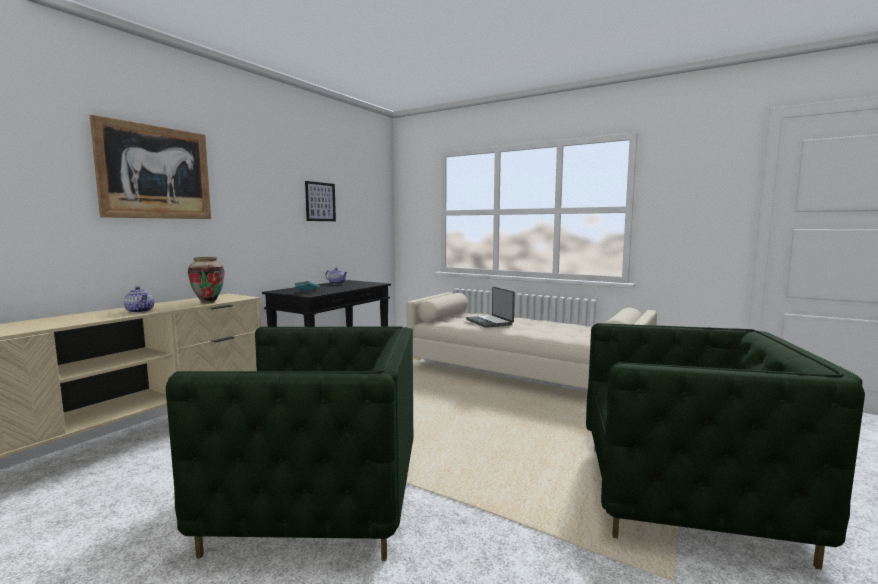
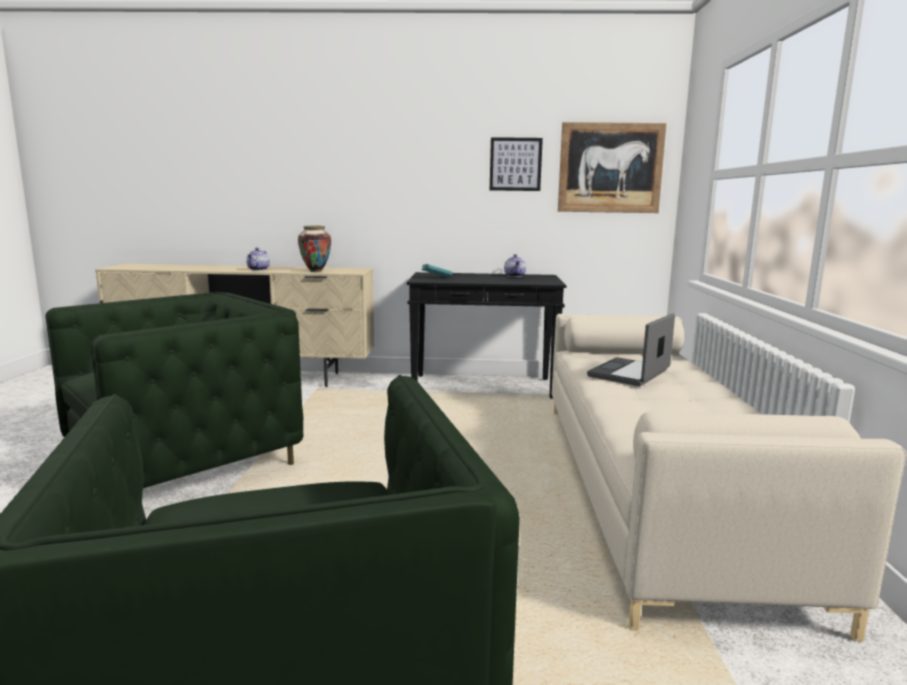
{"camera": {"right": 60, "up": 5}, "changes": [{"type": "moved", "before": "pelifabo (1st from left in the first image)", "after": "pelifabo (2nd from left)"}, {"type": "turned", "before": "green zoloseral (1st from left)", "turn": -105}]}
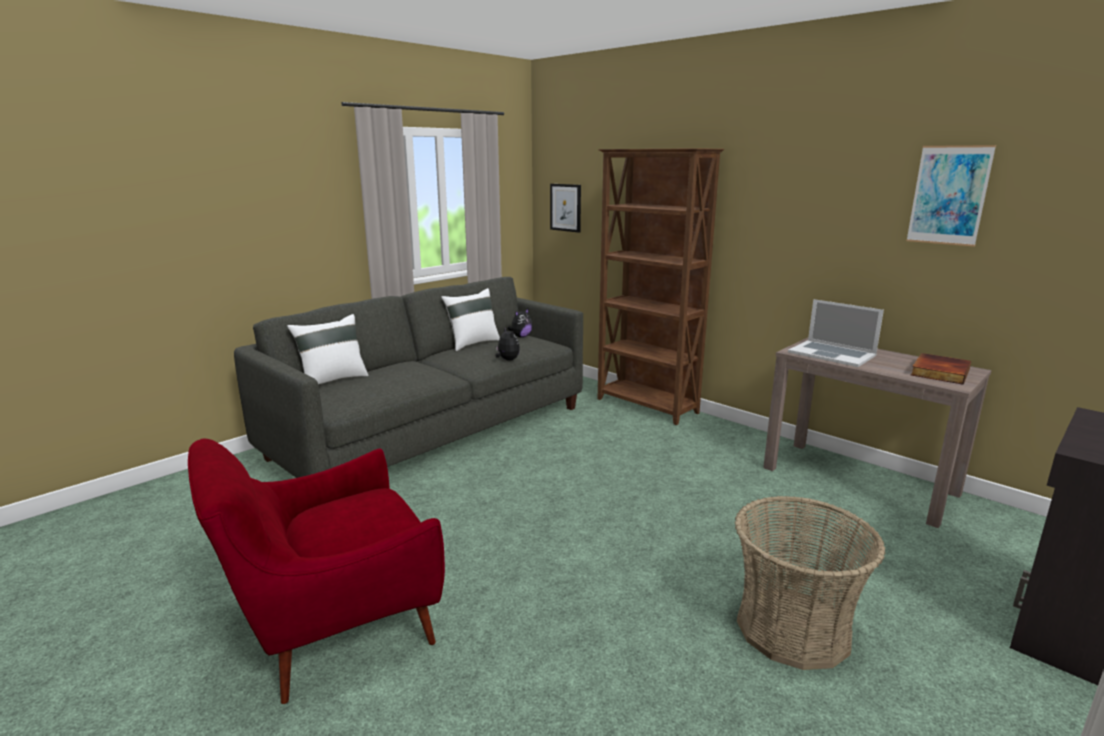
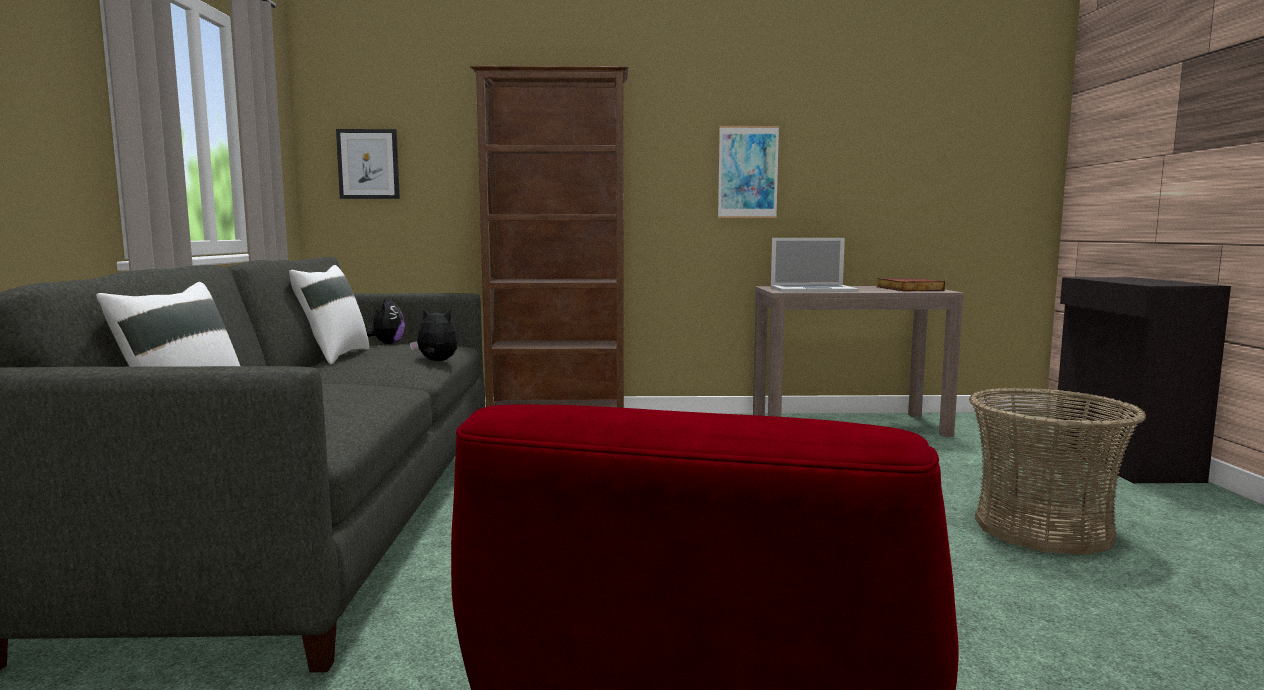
{"camera": {"right": -45, "up": -10}, "changes": [{"type": "moved", "before": "pelifabo (2nd from left)"}]}
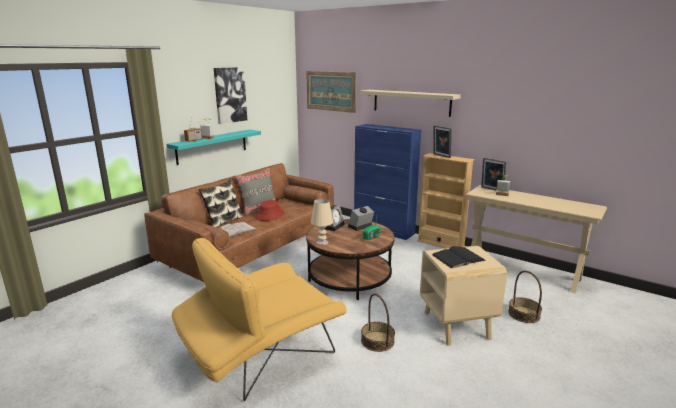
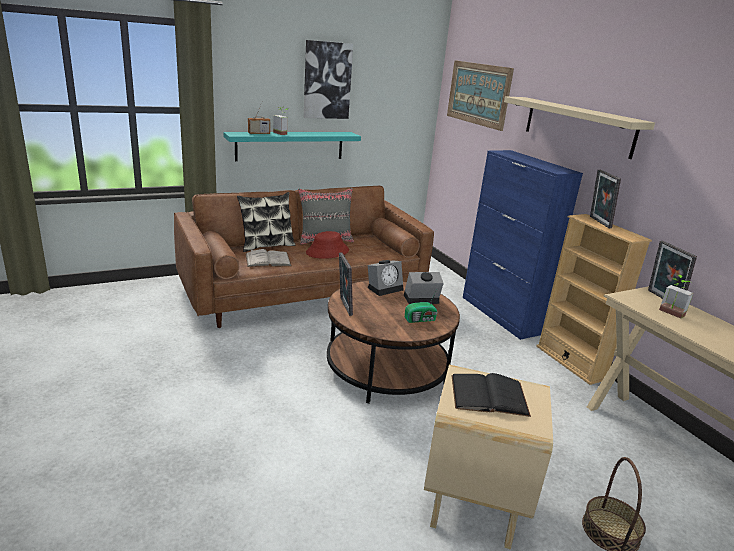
{"camera": {"right": 25, "up": 5}, "changes": [{"type": "removed", "before": "yellow zoloseral"}, {"type": "removed", "before": "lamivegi (1st from left)"}, {"type": "replaced", "before": "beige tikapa", "after": "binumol (1st from left)"}]}
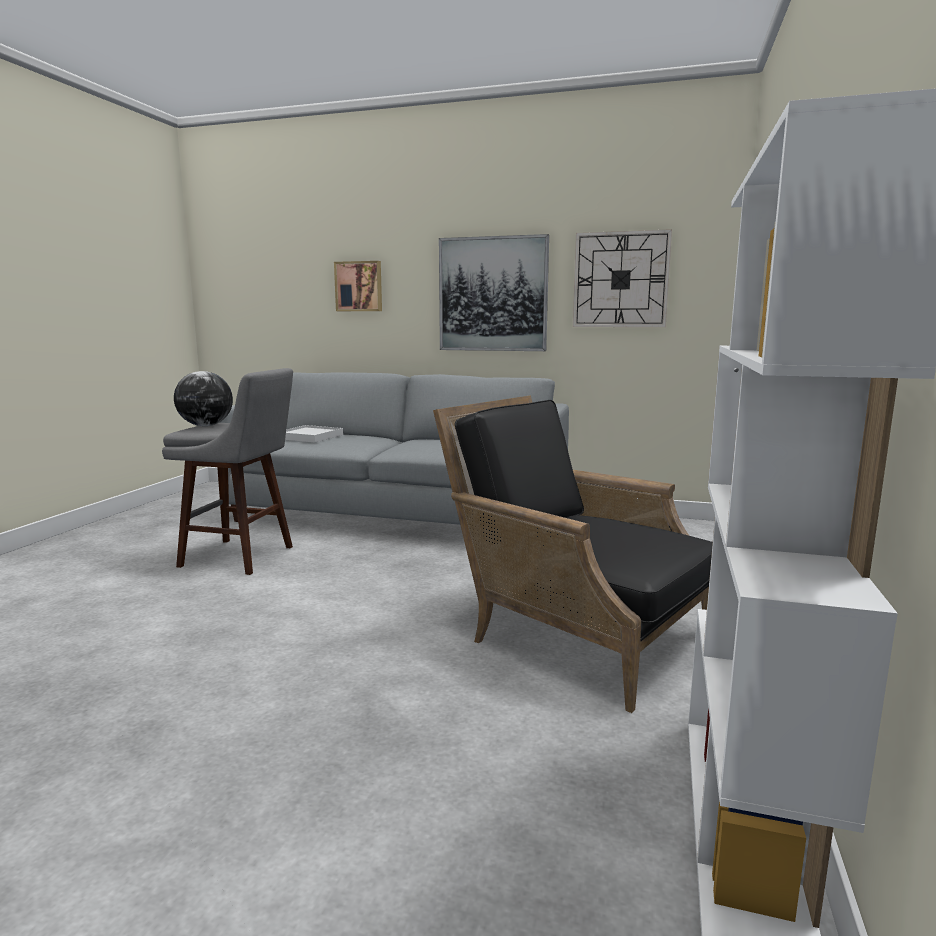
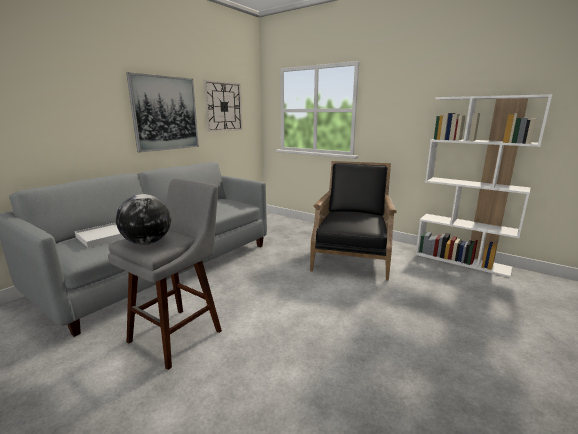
{"camera": {"right": -70, "up": 5}, "changes": [{"type": "removed", "before": "pelifabo (1st from left)"}, {"type": "turned", "before": "black zoloseral", "turn": 135}]}
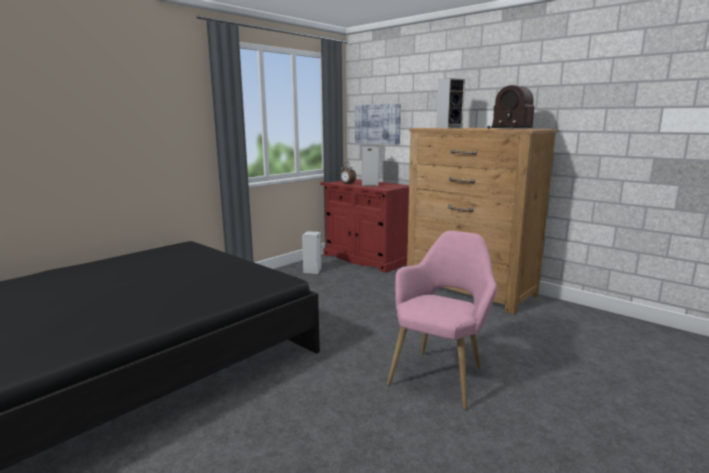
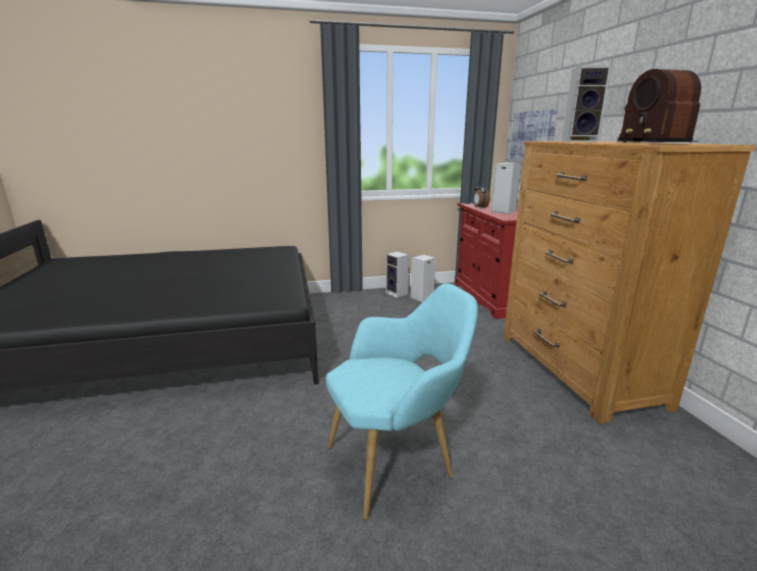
{"camera": {"right": 35, "up": 5}, "changes": [{"type": "added", "after": "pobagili (1st from left)"}, {"type": "recoloured", "before": "pink zoloseral", "after": "turquoise zoloseral"}]}
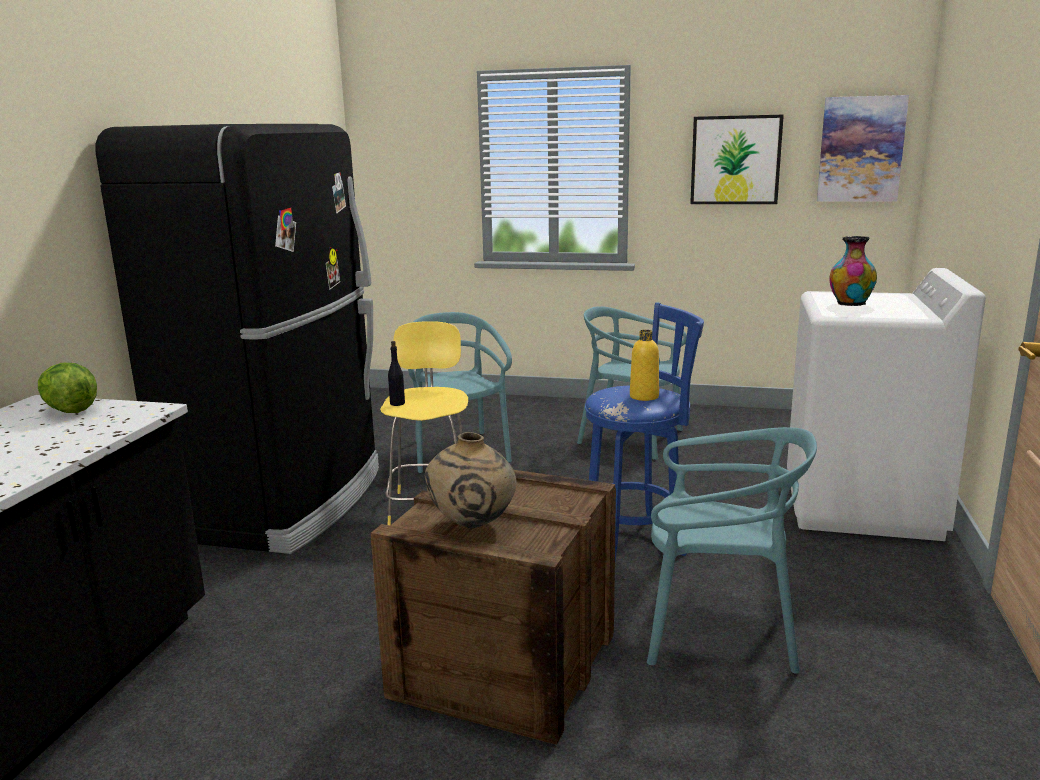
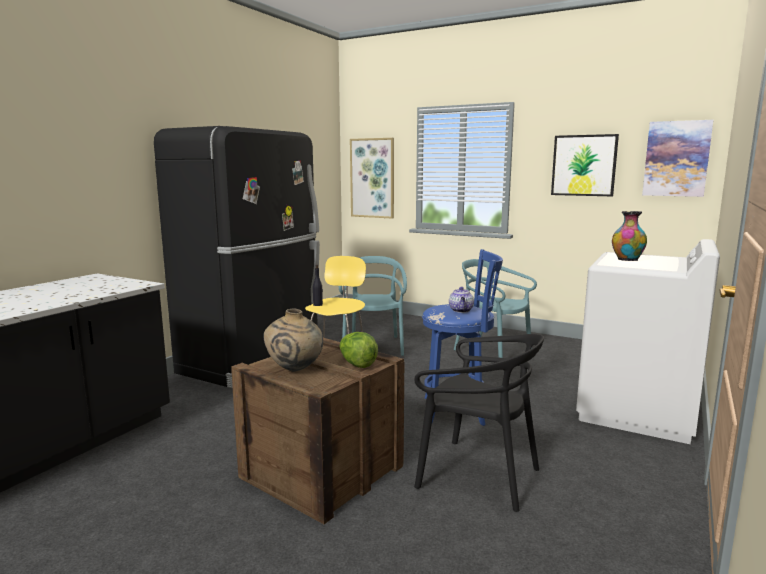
{"camera": {"right": 15, "up": -5}, "changes": [{"type": "added", "after": "pelifabo (1st from left)"}, {"type": "moved", "before": "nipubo"}, {"type": "replaced", "before": "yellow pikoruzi", "after": "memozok"}, {"type": "recoloured", "before": "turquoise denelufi (3rd from left)", "after": "black denelufi"}]}
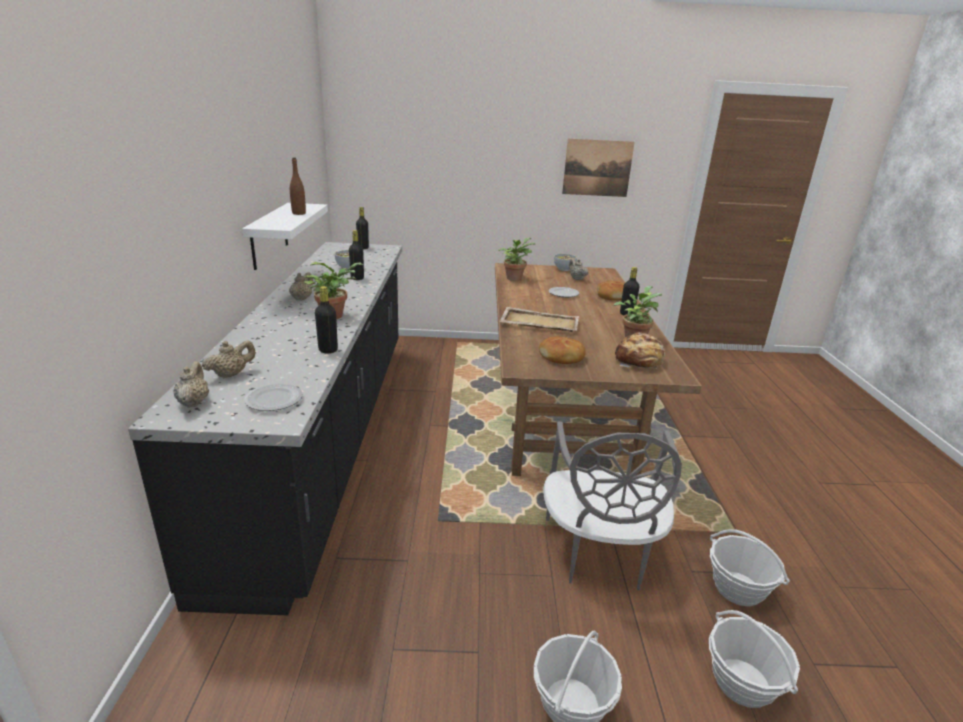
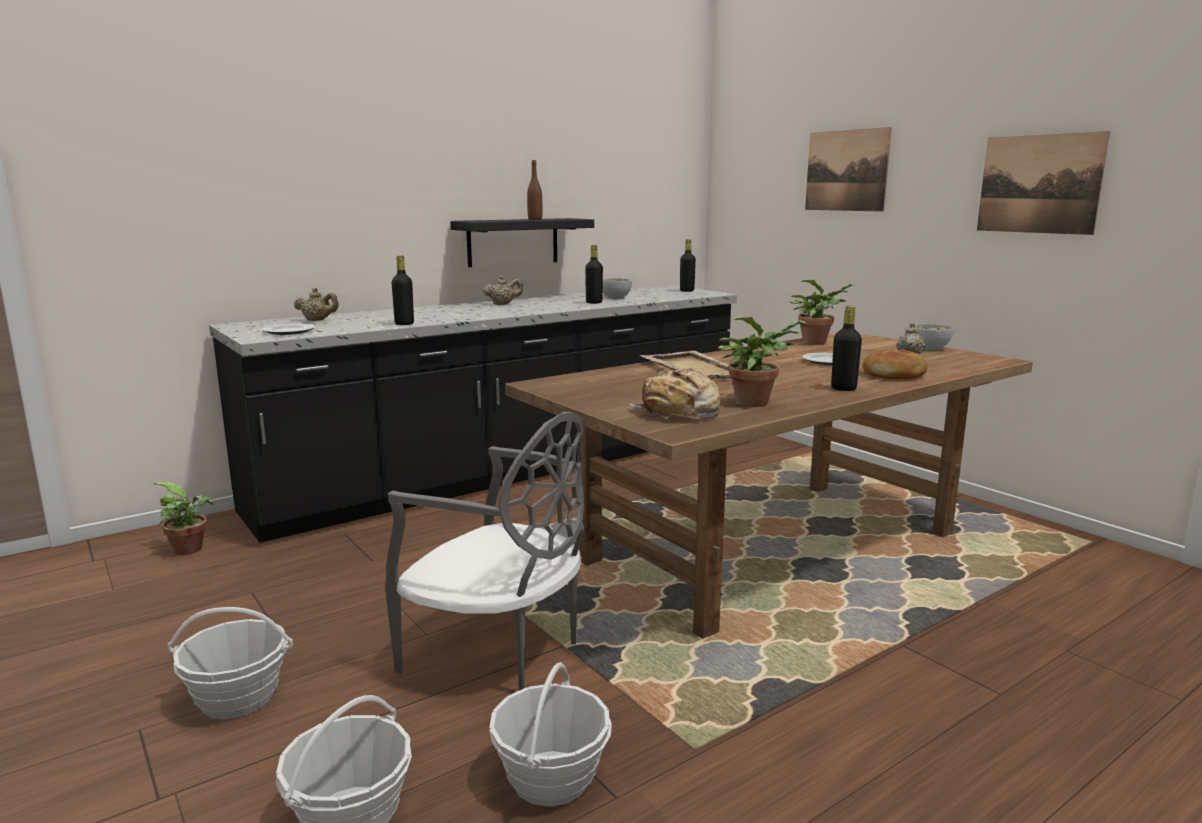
{"camera": {"right": 55, "up": -10}, "changes": [{"type": "removed", "before": "beige memozok (1st from left)"}, {"type": "removed", "before": "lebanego (1st from left)"}, {"type": "added", "after": "pelifabo (1st from left)"}, {"type": "moved", "before": "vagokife (1st from left)"}, {"type": "recoloured", "before": "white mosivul", "after": "black mosivul"}, {"type": "turned", "before": "grey denelufi", "turn": -120}]}
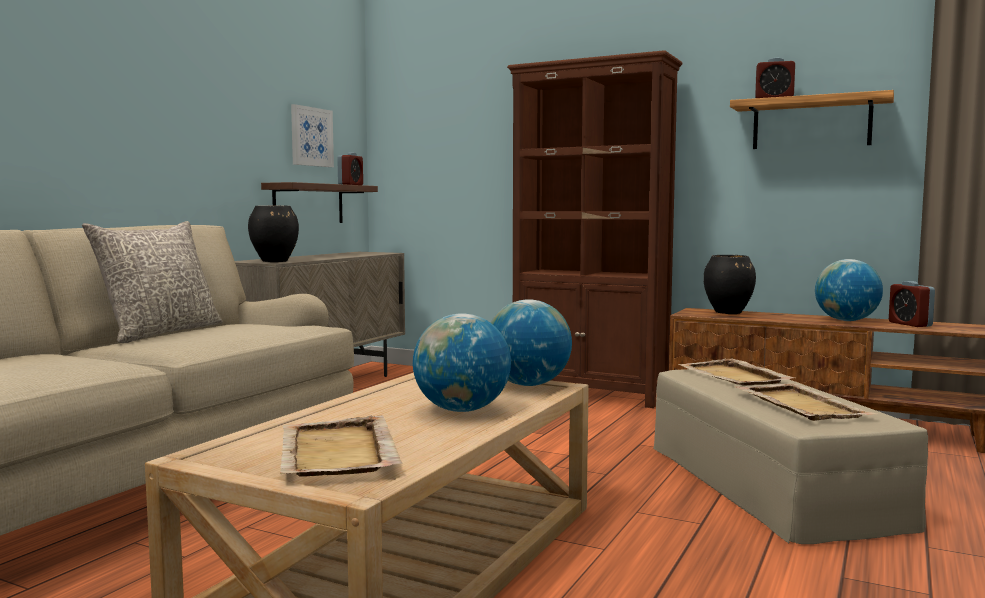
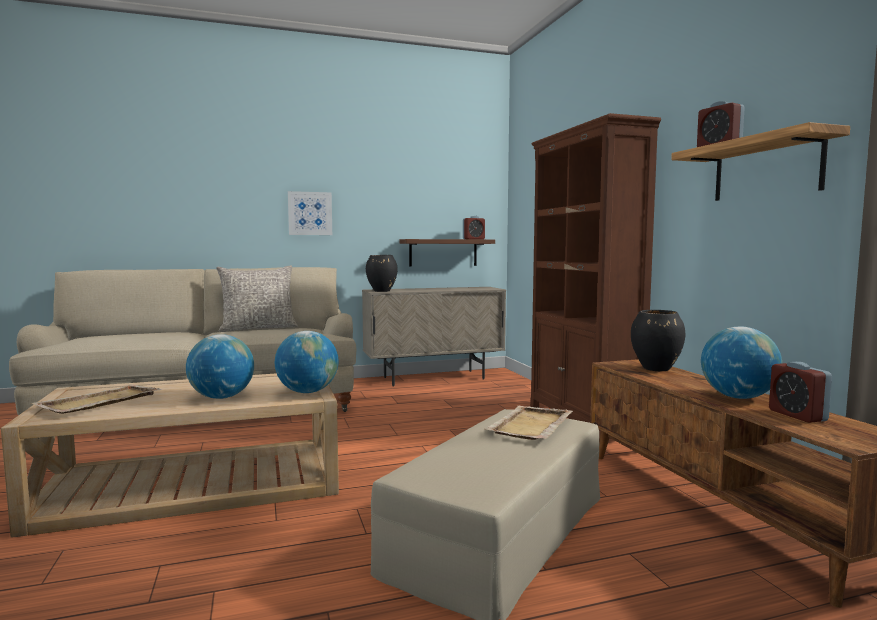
{"camera": {"right": 45, "up": 0}, "changes": [{"type": "removed", "before": "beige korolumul (3rd from left)"}, {"type": "moved", "before": "pelifabo"}, {"type": "turned", "before": "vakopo (3rd from left)", "turn": -45}]}
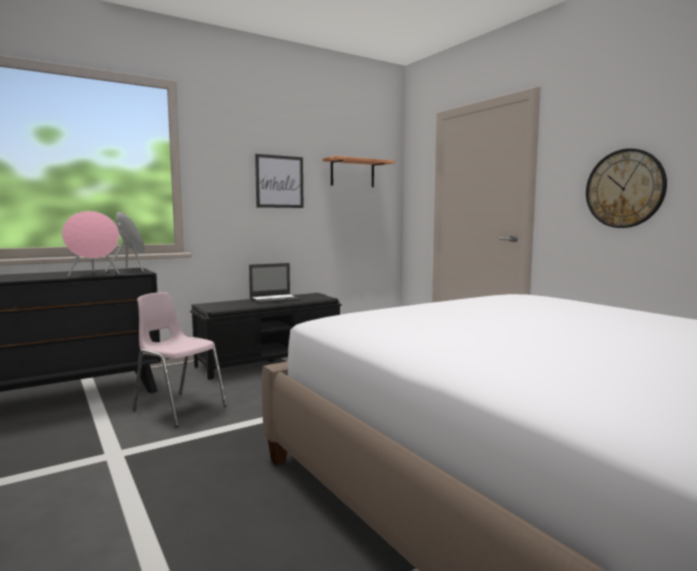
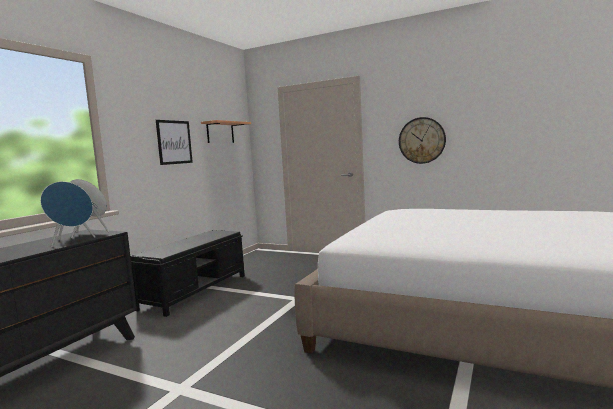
{"camera": {"right": -30, "up": 0}, "changes": [{"type": "removed", "before": "pink denelufi"}, {"type": "removed", "before": "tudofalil"}, {"type": "recoloured", "before": "pink pobagili", "after": "blue pobagili (1st from left)"}]}
